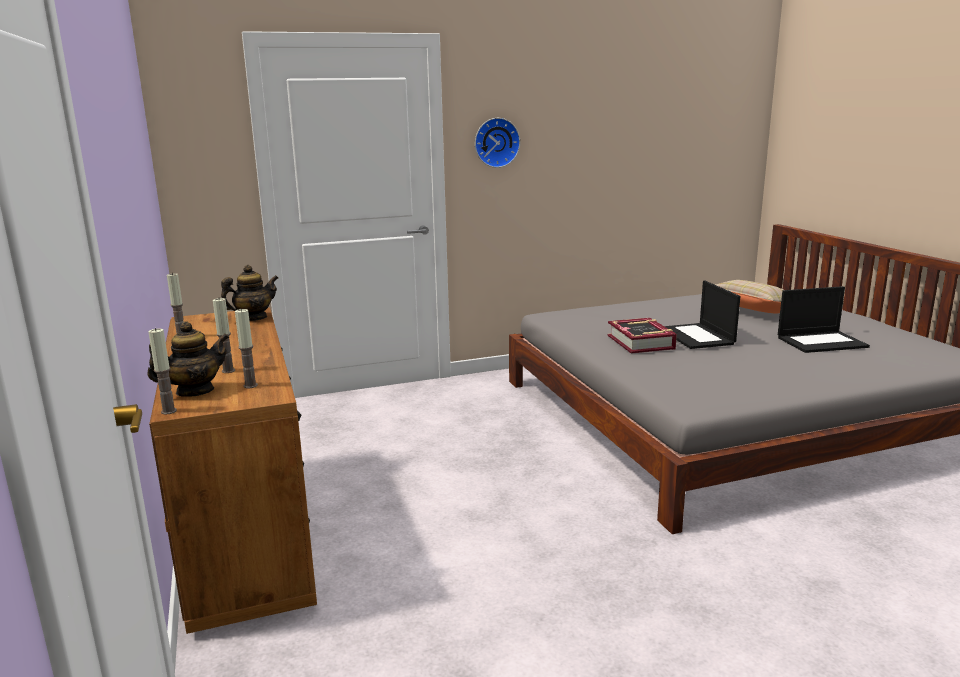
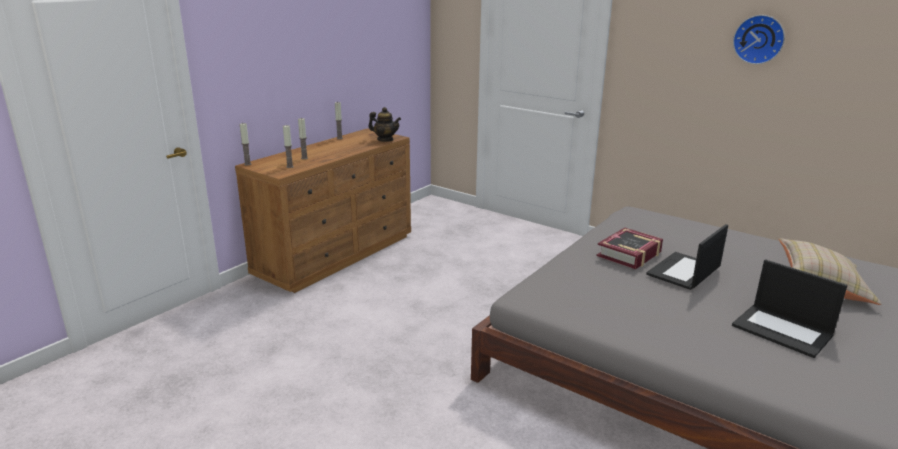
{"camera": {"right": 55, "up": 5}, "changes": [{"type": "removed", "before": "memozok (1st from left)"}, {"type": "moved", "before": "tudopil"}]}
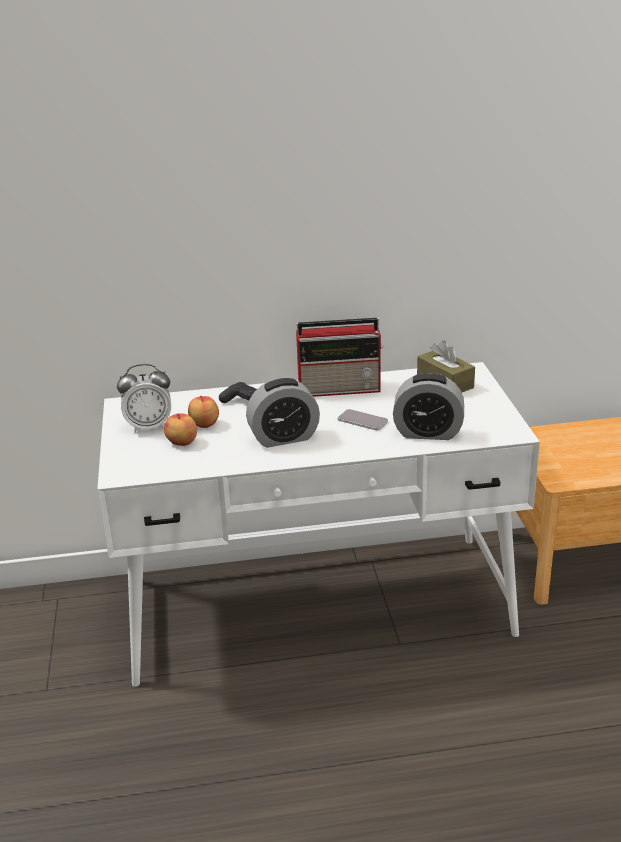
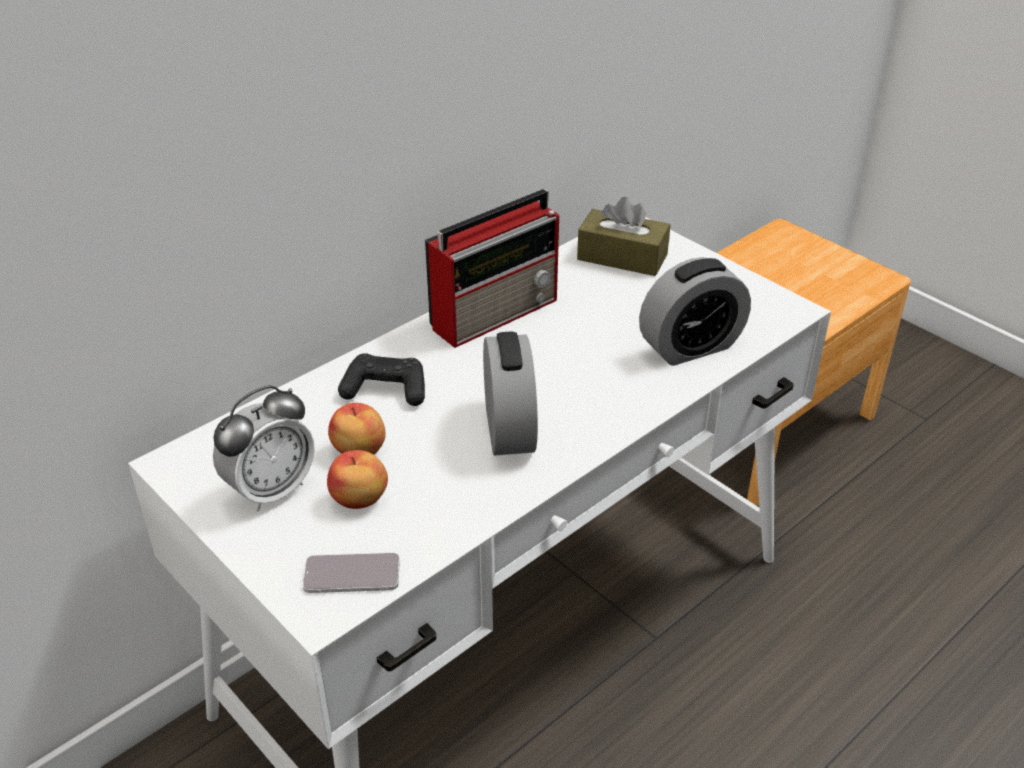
{"camera": {"right": -35, "up": 10}, "changes": [{"type": "moved", "before": "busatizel"}, {"type": "turned", "before": "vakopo (2nd from left)", "turn": -45}]}
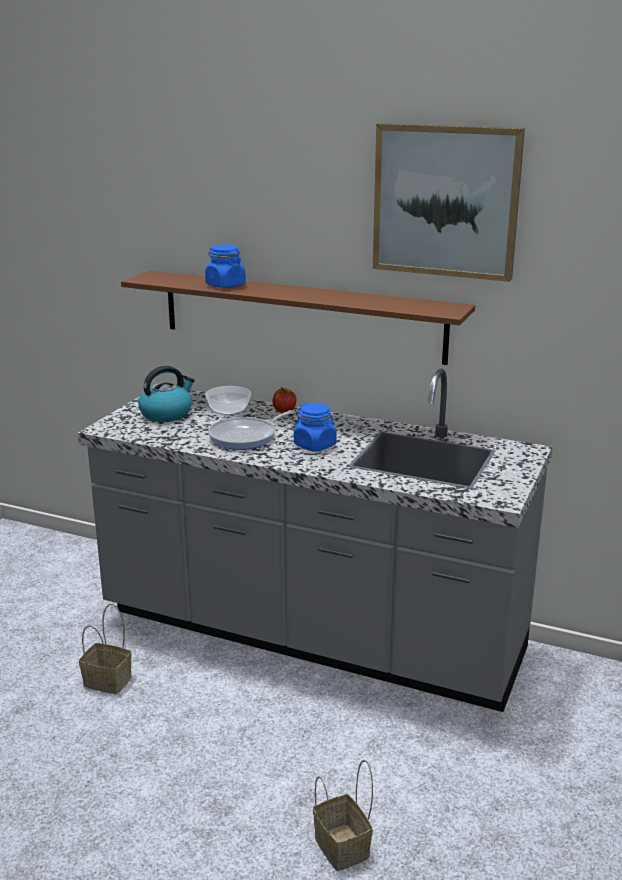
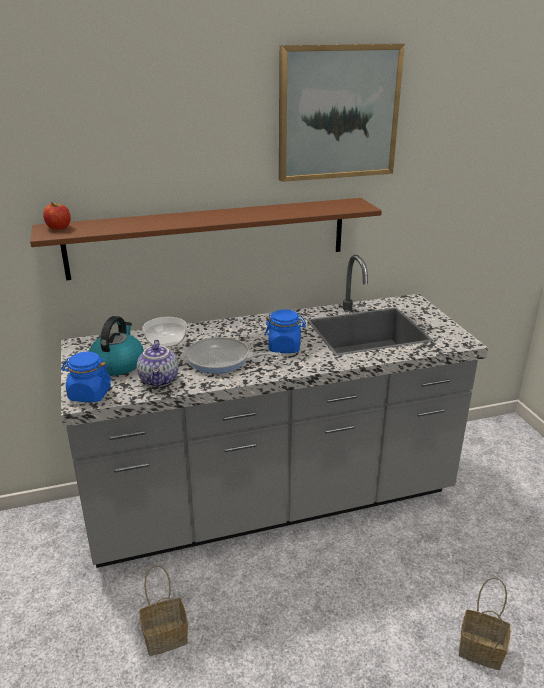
{"camera": {"right": -40, "up": 5}, "changes": [{"type": "added", "after": "memozok"}, {"type": "moved", "before": "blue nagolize (1st from left)"}, {"type": "moved", "before": "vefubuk"}, {"type": "turned", "before": "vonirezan", "turn": 90}]}
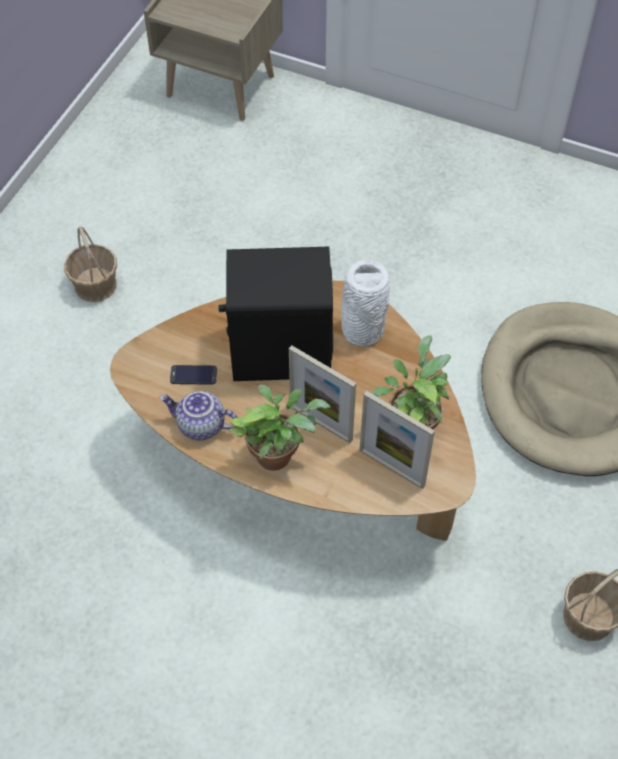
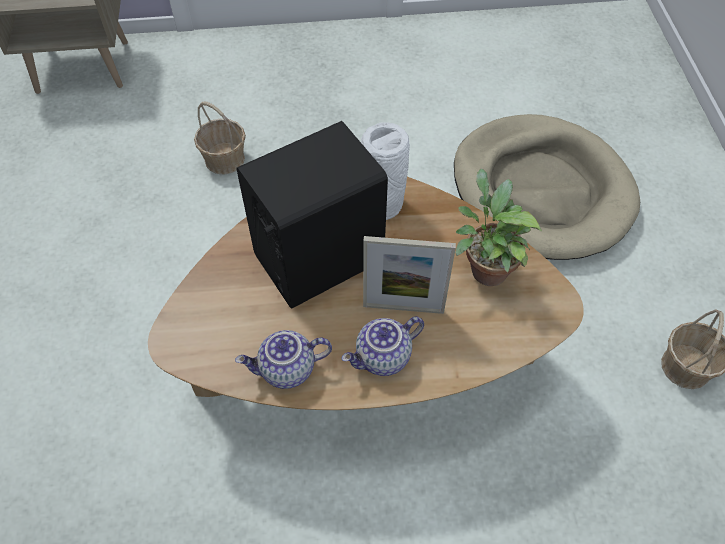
{"camera": {"right": -30, "up": 0}, "changes": [{"type": "removed", "before": "busatizel"}, {"type": "removed", "before": "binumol (2nd from left)"}, {"type": "moved", "before": "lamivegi (1st from left)"}, {"type": "replaced", "before": "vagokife (1st from left)", "after": "memozok (2nd from left)"}]}
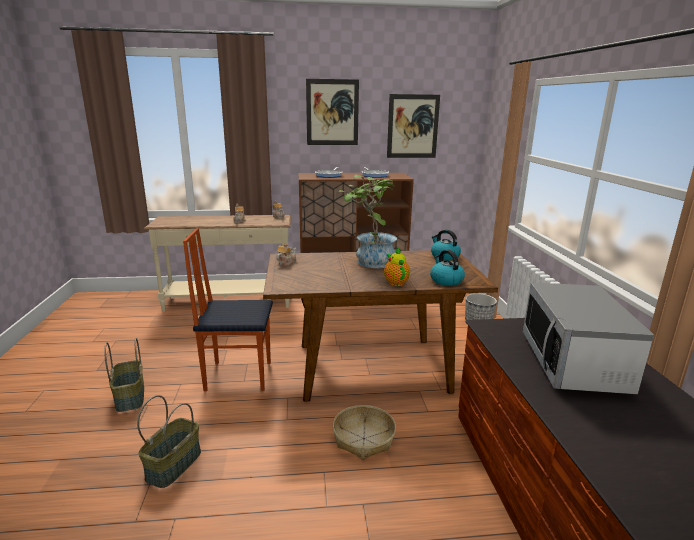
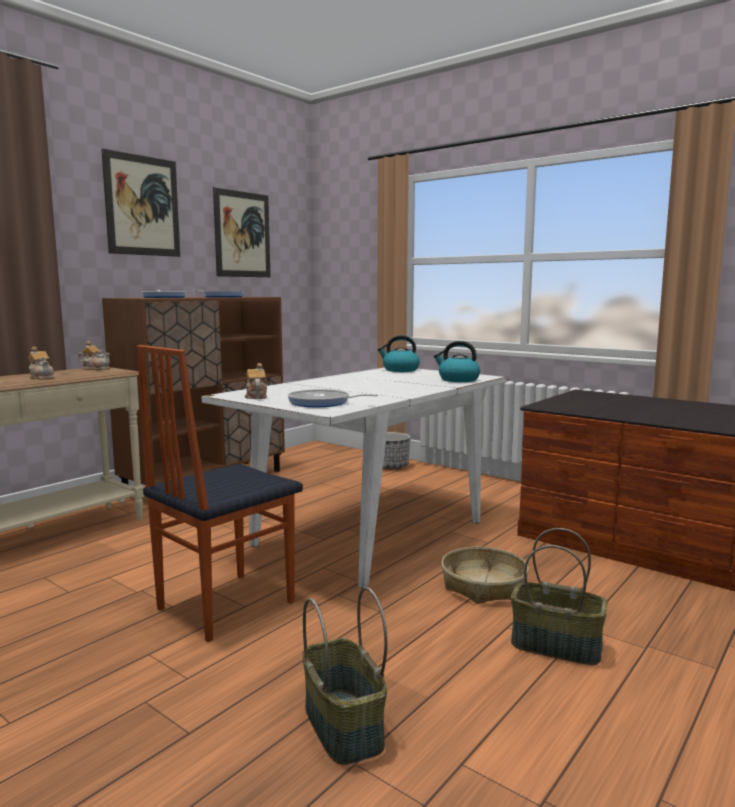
{"camera": {"right": -45, "up": -10}, "changes": [{"type": "removed", "before": "vagokife"}, {"type": "removed", "before": "memozok (4th from left)"}, {"type": "removed", "before": "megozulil"}, {"type": "added", "after": "vonirezan (3rd from left)"}, {"type": "moved", "before": "lamivegi (1st from left in the first image)", "after": "lamivegi (3rd from left)"}, {"type": "recoloured", "before": "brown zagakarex", "after": "white zagakarex"}]}
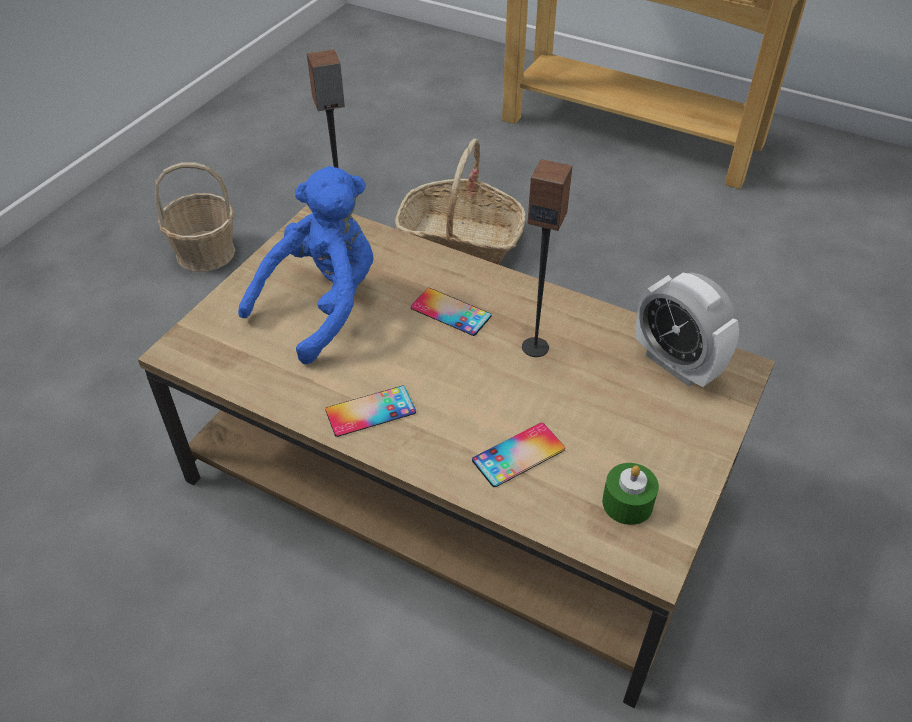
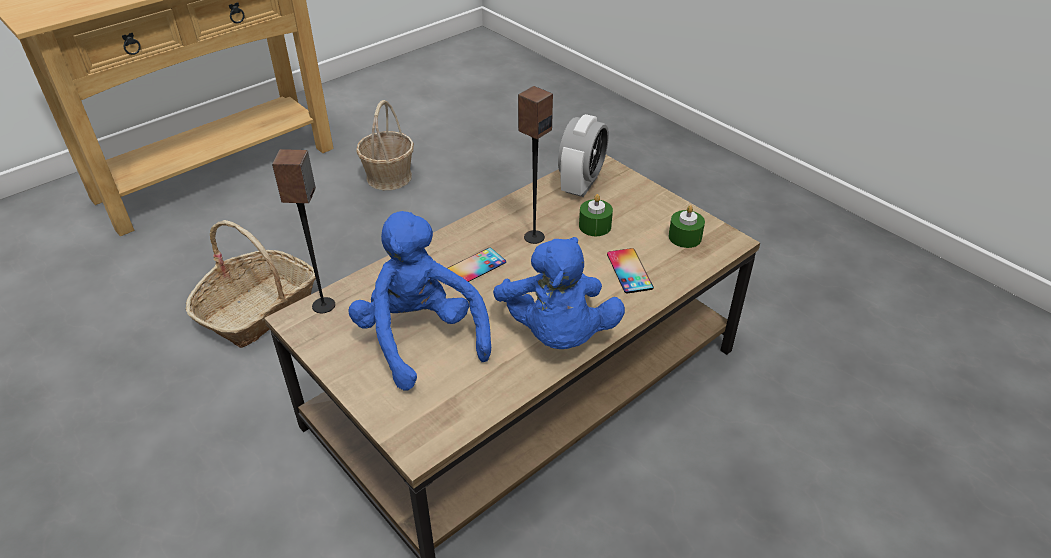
{"camera": {"right": -70, "up": -5}, "changes": [{"type": "added", "after": "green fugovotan (1st from left)"}, {"type": "moved", "before": "lamivegi (1st from left in the first image)", "after": "lamivegi (2nd from left)"}, {"type": "replaced", "before": "busatizel (1st from left)", "after": "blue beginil (2nd from left)"}, {"type": "turned", "before": "vakopo", "turn": -45}]}
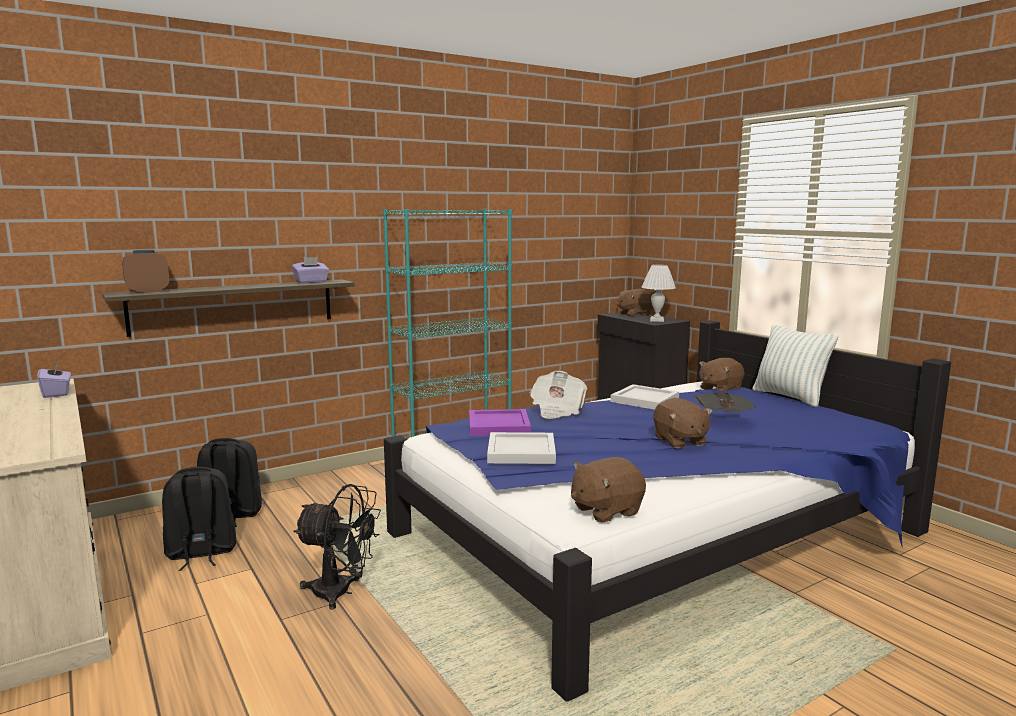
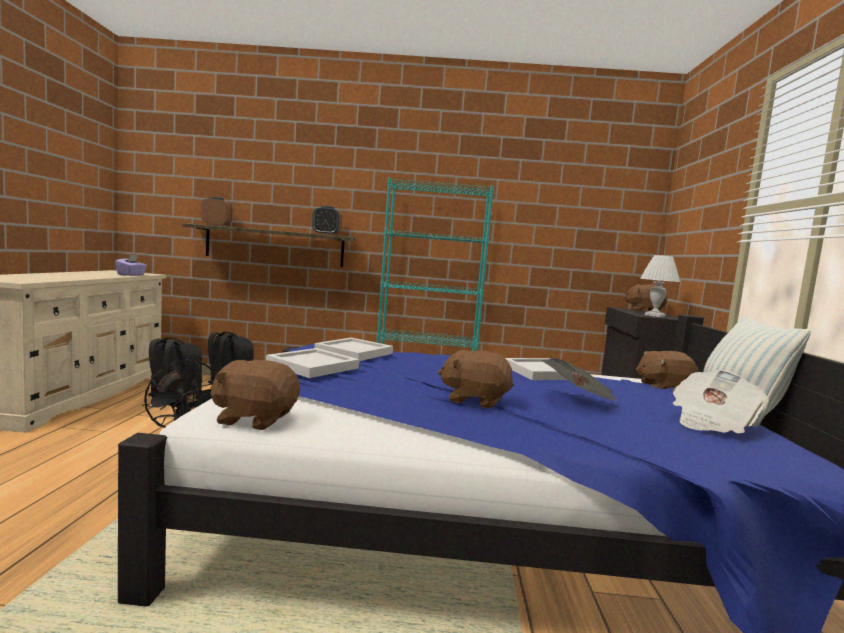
{"camera": {"right": 35, "up": -5}, "changes": [{"type": "moved", "before": "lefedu (1st from left in the first image)", "after": "lefedu (2nd from left)"}, {"type": "replaced", "before": "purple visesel (2nd from left)", "after": "vakopo (2nd from left)"}, {"type": "recoloured", "before": "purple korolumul", "after": "white korolumul (2nd from left)"}, {"type": "turned", "before": "brown beginil (3rd from left in the first image)", "turn": 90}]}
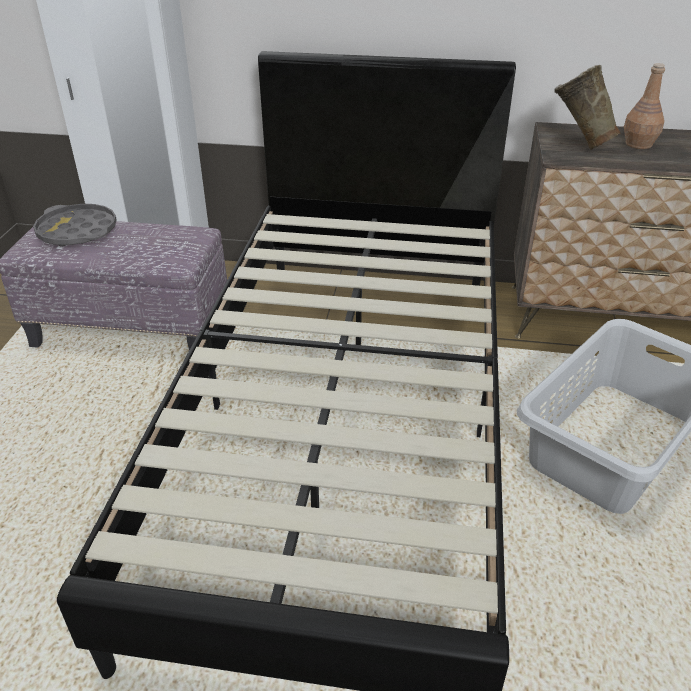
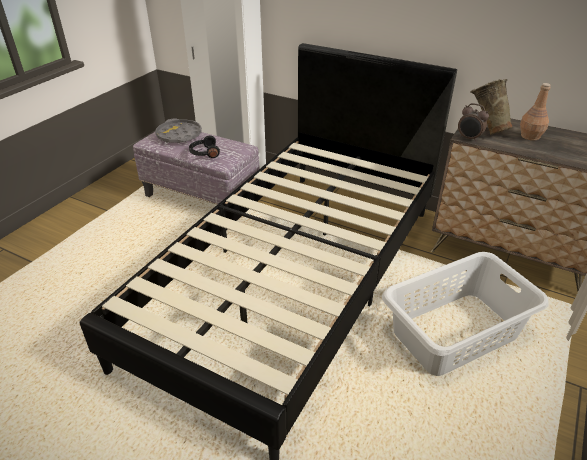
{"camera": {"right": 20, "up": 0}, "changes": [{"type": "added", "after": "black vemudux"}, {"type": "added", "after": "vakopo"}]}
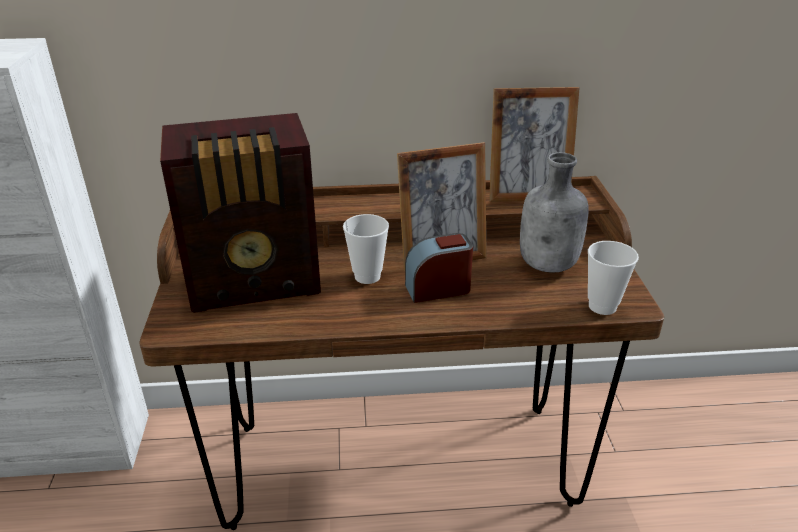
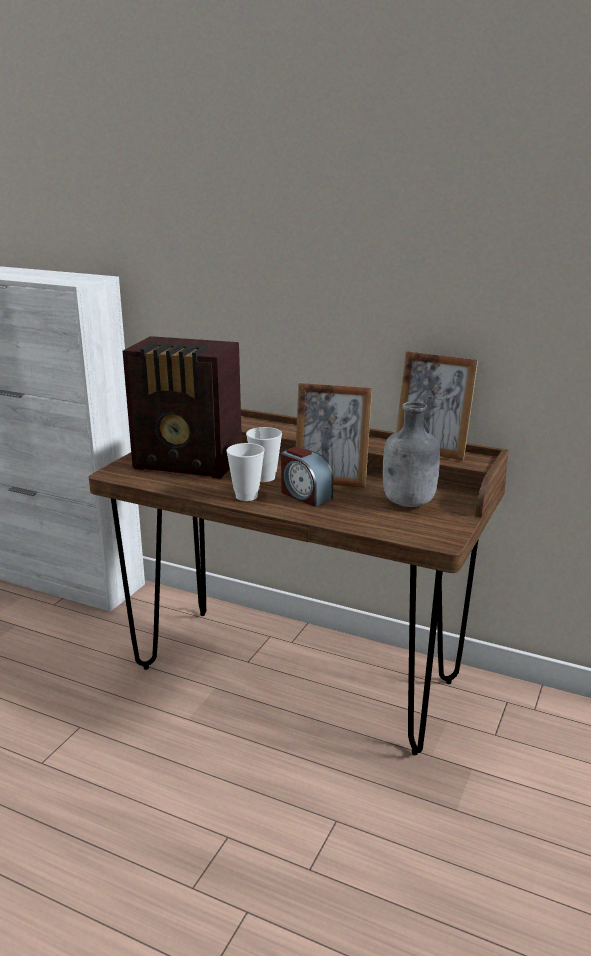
{"camera": {"right": 30, "up": -10}, "changes": [{"type": "moved", "before": "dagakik (2nd from left in the first image)", "after": "dagakik (1st from left)"}, {"type": "turned", "before": "vakopo", "turn": -150}]}
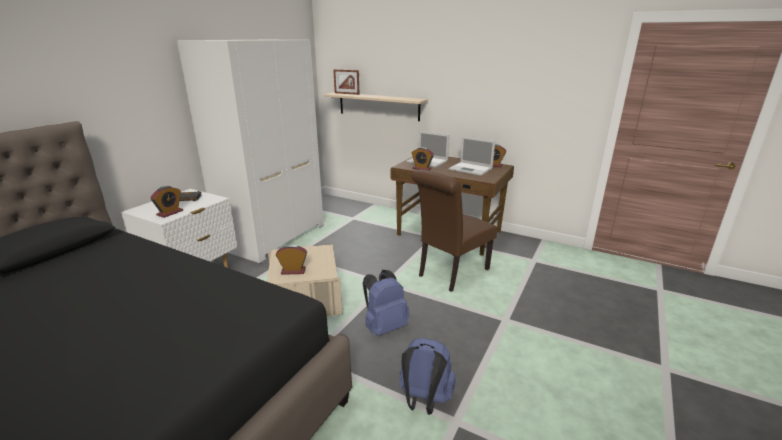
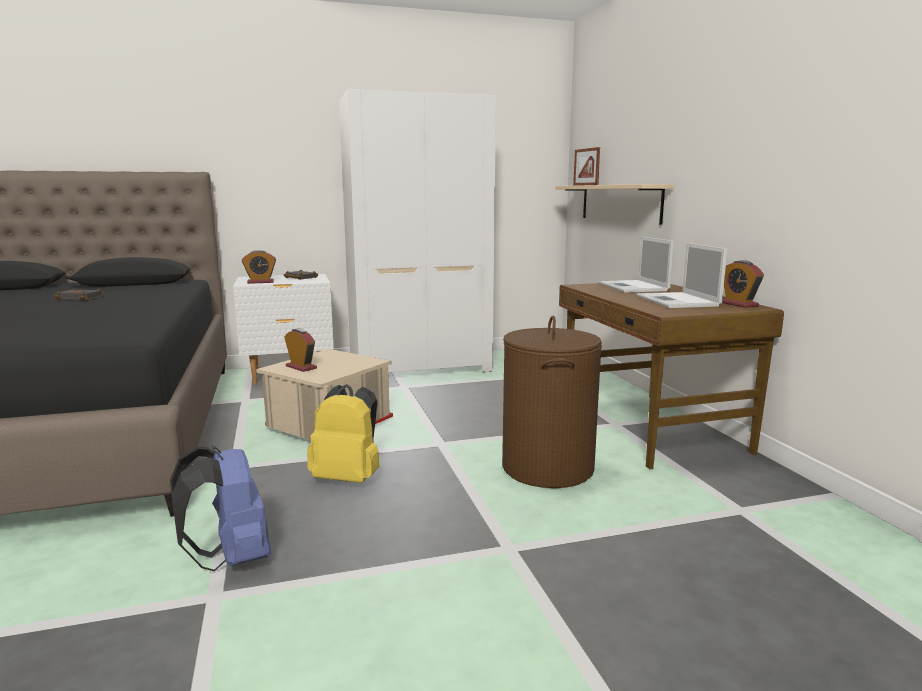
{"camera": {"right": 45, "up": -10}, "changes": [{"type": "removed", "before": "vakopo (3rd from left)"}, {"type": "added", "after": "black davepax (1st from left)"}, {"type": "replaced", "before": "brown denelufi", "after": "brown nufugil"}, {"type": "recoloured", "before": "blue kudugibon (1st from left)", "after": "yellow kudugibon"}]}
